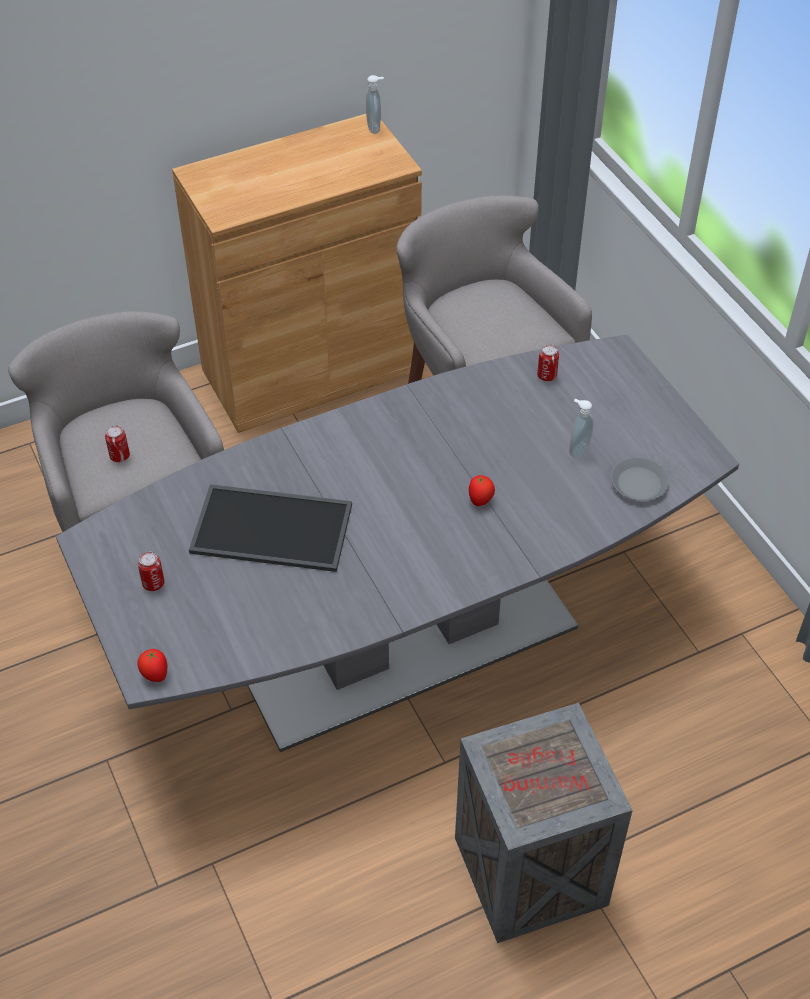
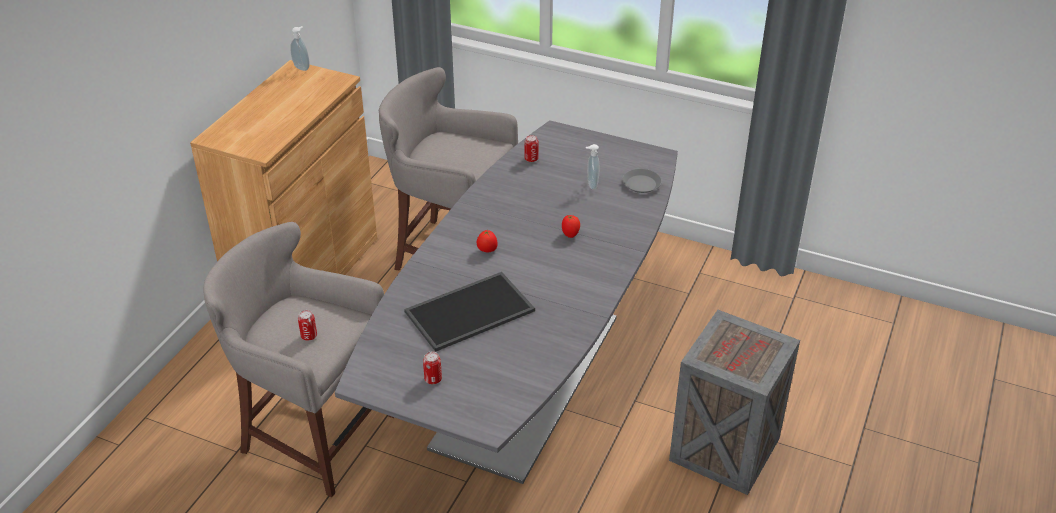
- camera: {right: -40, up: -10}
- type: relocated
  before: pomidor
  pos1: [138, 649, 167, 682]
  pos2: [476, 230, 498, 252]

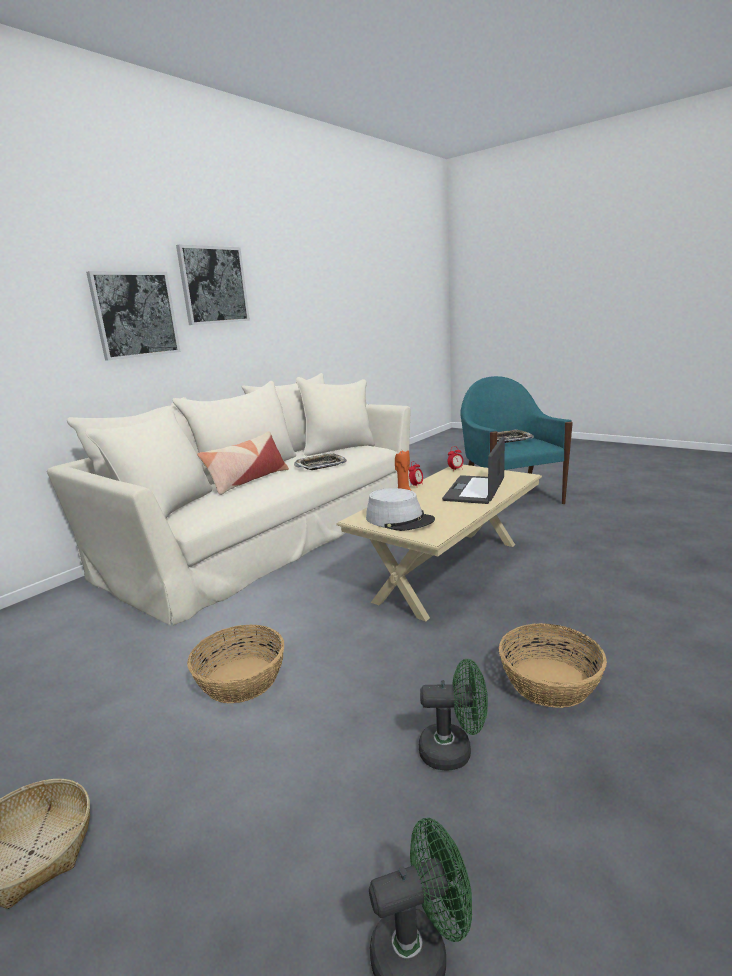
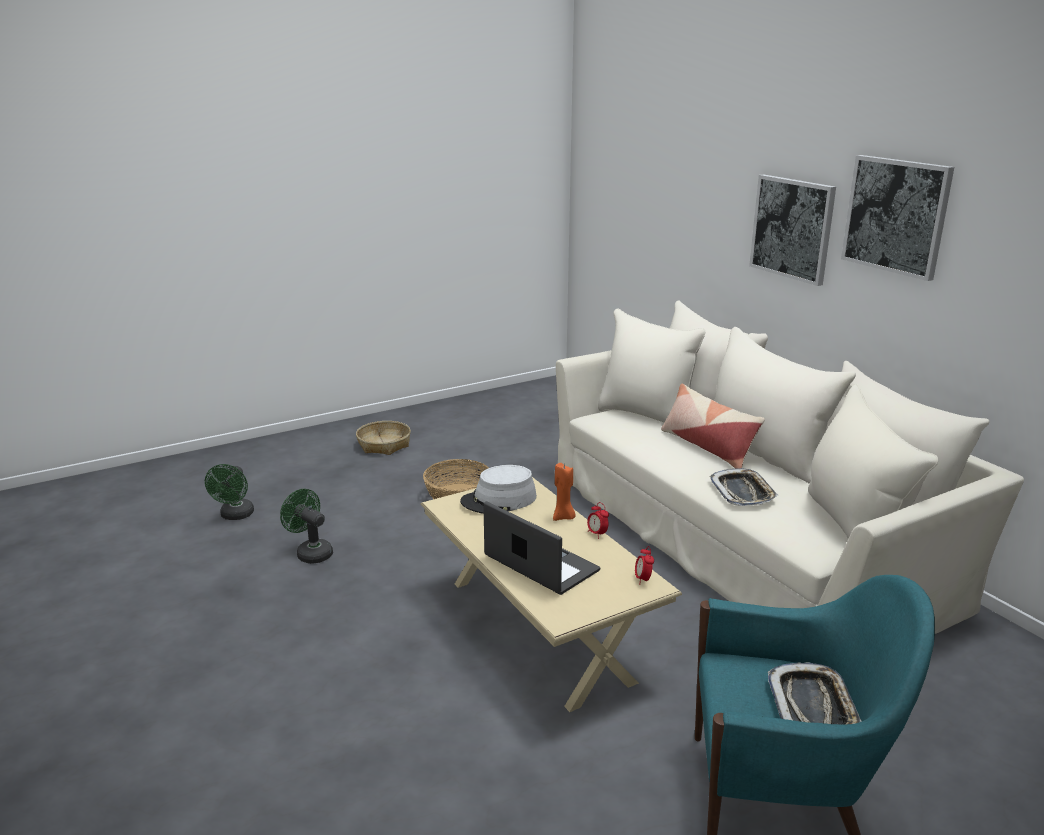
- camera: {right: 110, up: 5}
- type: missing
  before: koszyk
  pos1: [499, 623, 607, 708]
- type: spun
  before: wentylator [zielony]
  pos1: [419, 659, 488, 771]
  pos2: [280, 489, 333, 564]
  turn: 105

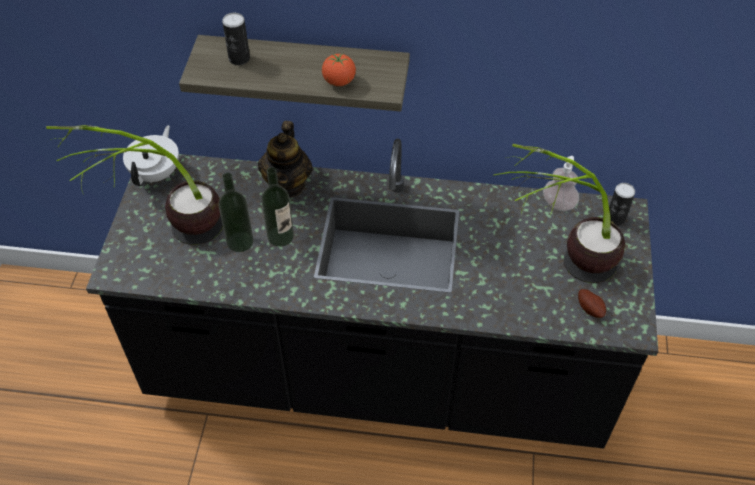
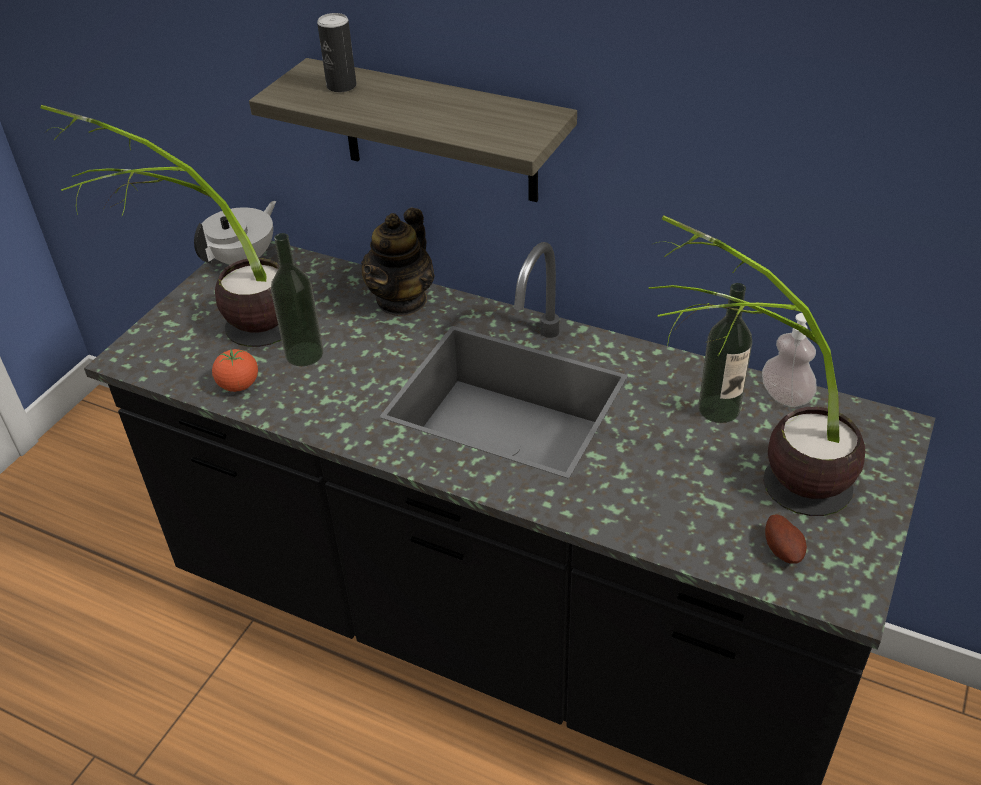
- camera: {right: 20, up: -10}
- type: relocated
  before: pomidor
  pos1: [322, 54, 356, 86]
  pos2: [212, 349, 258, 392]
- type: relocated
  before: butelka
  pos1: [261, 167, 294, 247]
  pos2: [698, 283, 752, 423]
- type: missing
  before: puszka
  pos1: [609, 183, 635, 226]

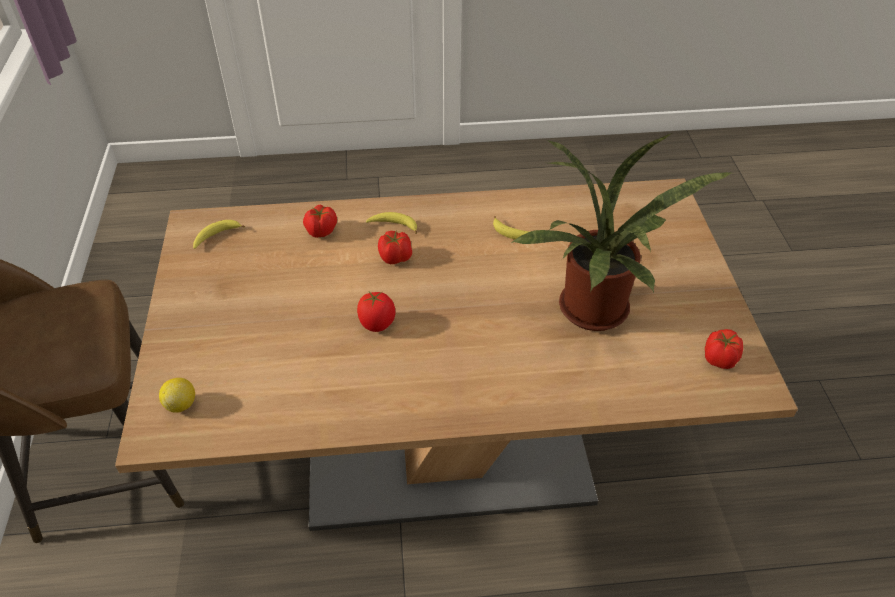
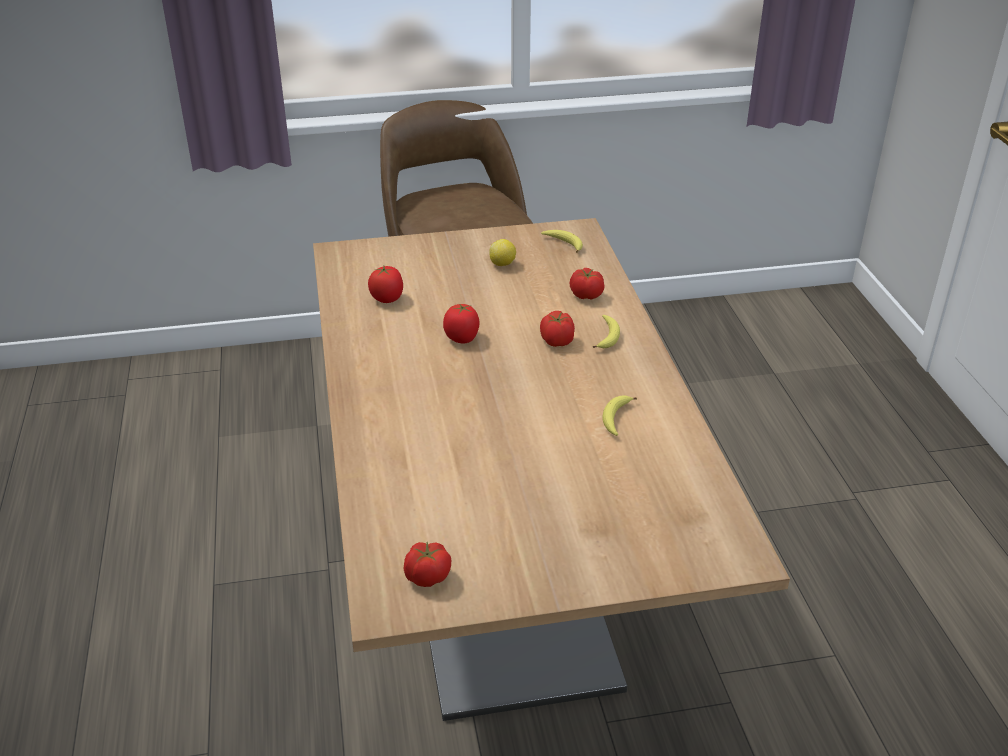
- camera: {right: 85, up: -10}
- type: missing
  before: roślina doniczkowa
  pos1: [511, 133, 731, 331]
- type: relocated
  before: cytryna
  pos1: [159, 378, 195, 413]
  pos2: [489, 239, 516, 266]
- type: appeared
  after: pomidor
  pos2: [368, 266, 403, 303]

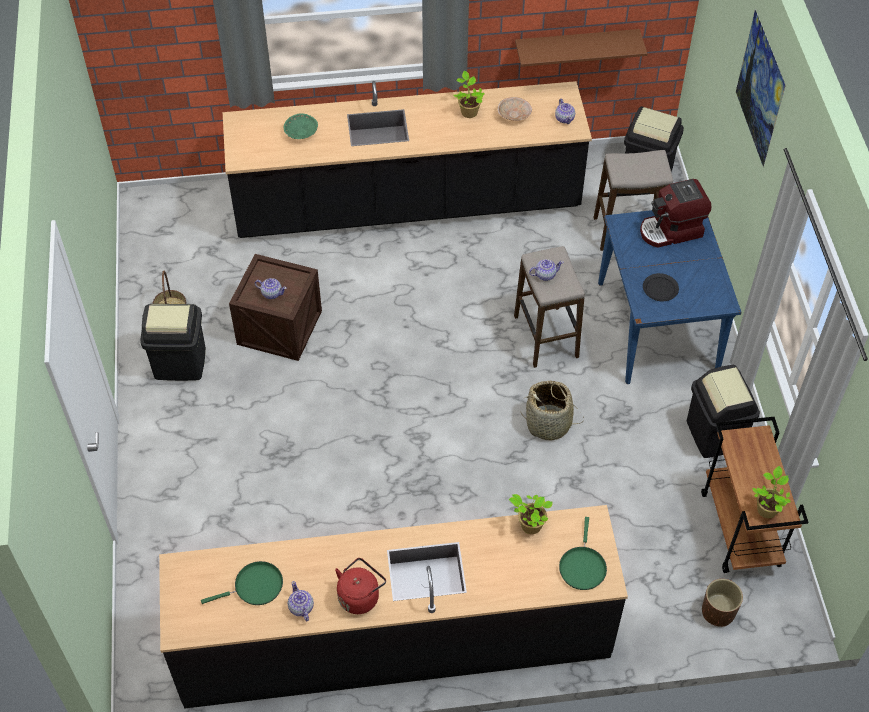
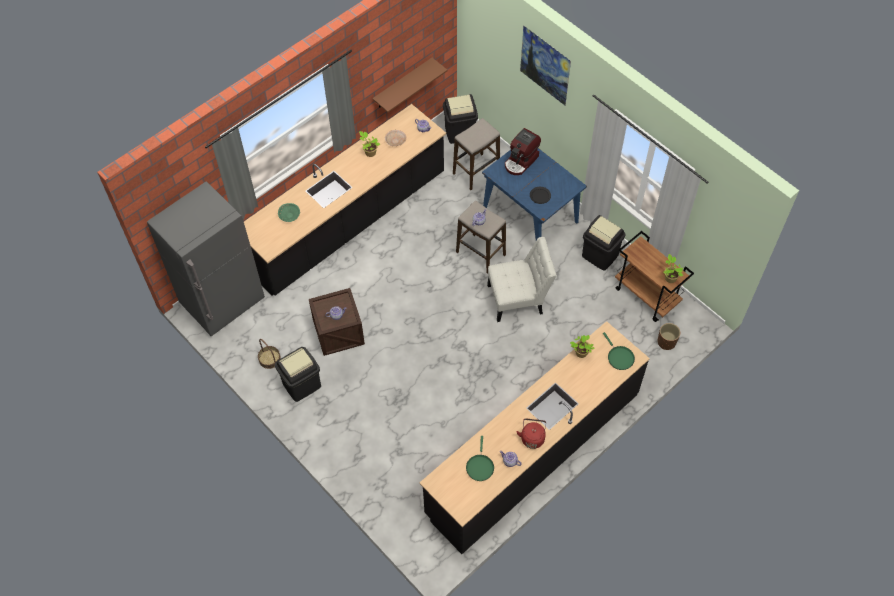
- camera: {right: -35, up: 5}
- type: exchanged
  before: koszyk
  after: krzesło [biały]
  pos1: [521, 381, 584, 441]
  pos2: [487, 237, 556, 322]
- type: spun
  before: patelnia [zielony]
  pos1: [201, 561, 283, 605]
  pos2: [466, 436, 494, 481]
  turn: 150
- type: appeared
  after: lodówka [szary]
  pos2: [147, 181, 265, 336]

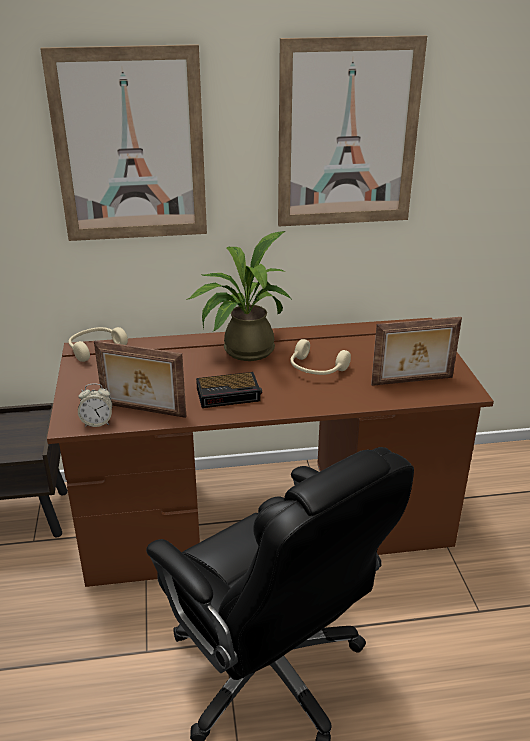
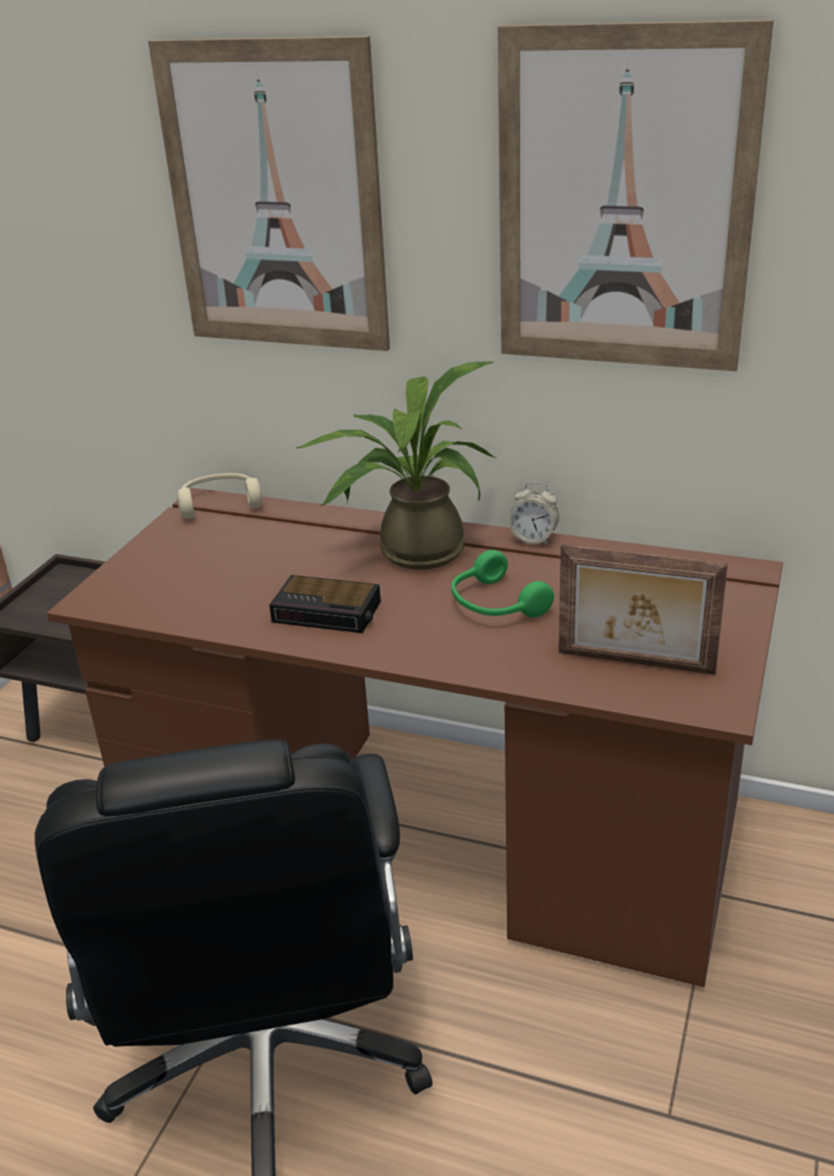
- camera: {right: 30, up: 0}
- type: colour
  before: słuchawki [beżowy]
  after: słuchawki [zielony]
  pos1: [291, 339, 351, 375]
  pos2: [451, 550, 554, 617]
- type: missing
  before: ramka na zdjęcie
  pos1: [94, 341, 186, 418]
- type: relocated
  before: budzik
  pos1: [78, 383, 112, 427]
  pos2: [509, 482, 559, 545]

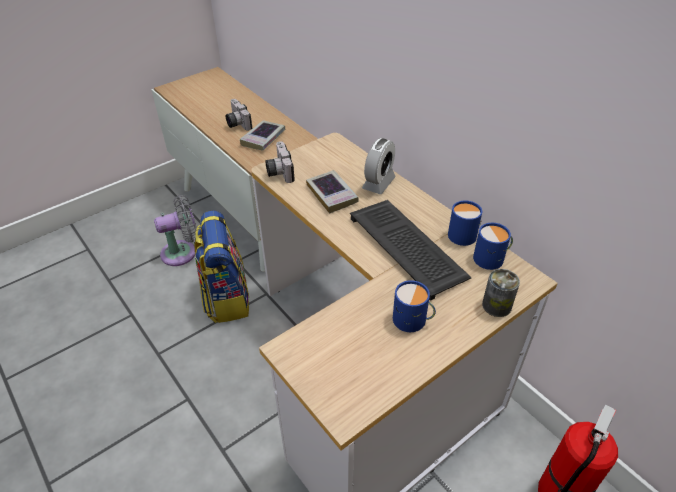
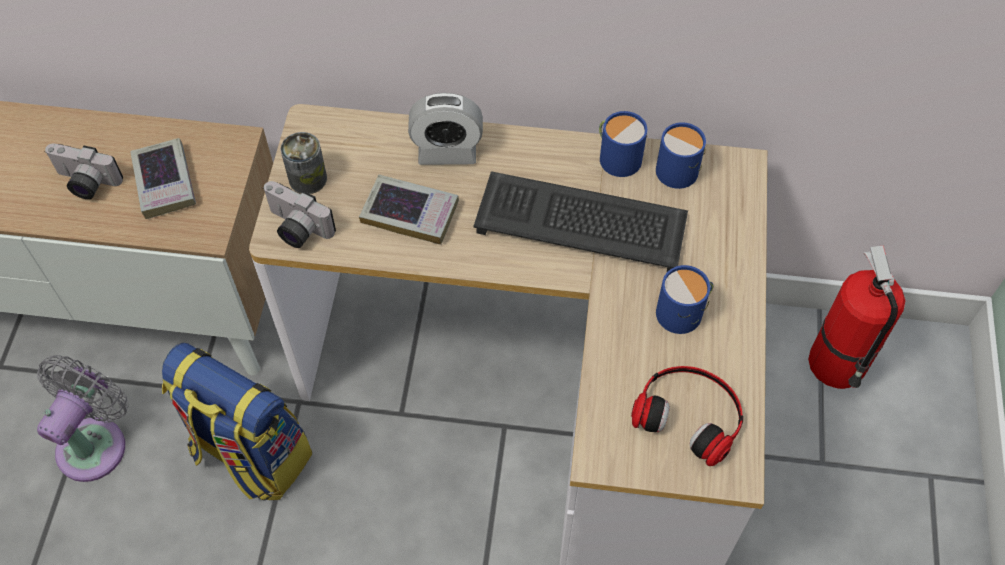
- camera: {right: -45, up: 15}
- type: spun
  before: budzik
  pos1: [362, 138, 396, 194]
  pos2: [408, 93, 483, 165]
  turn: 105
- type: relocated
  before: puszka
  pos1: [482, 269, 520, 317]
  pos2: [281, 132, 327, 194]
- type: appeared
  after: słuchawki
  pos2: [631, 366, 743, 466]

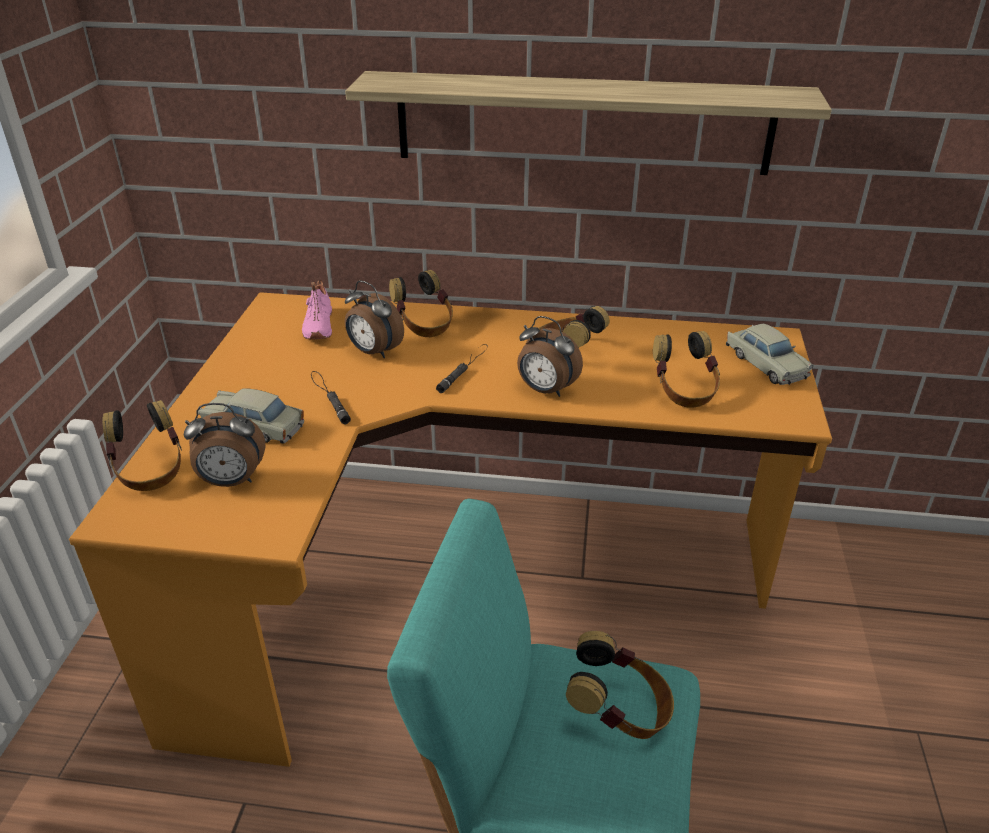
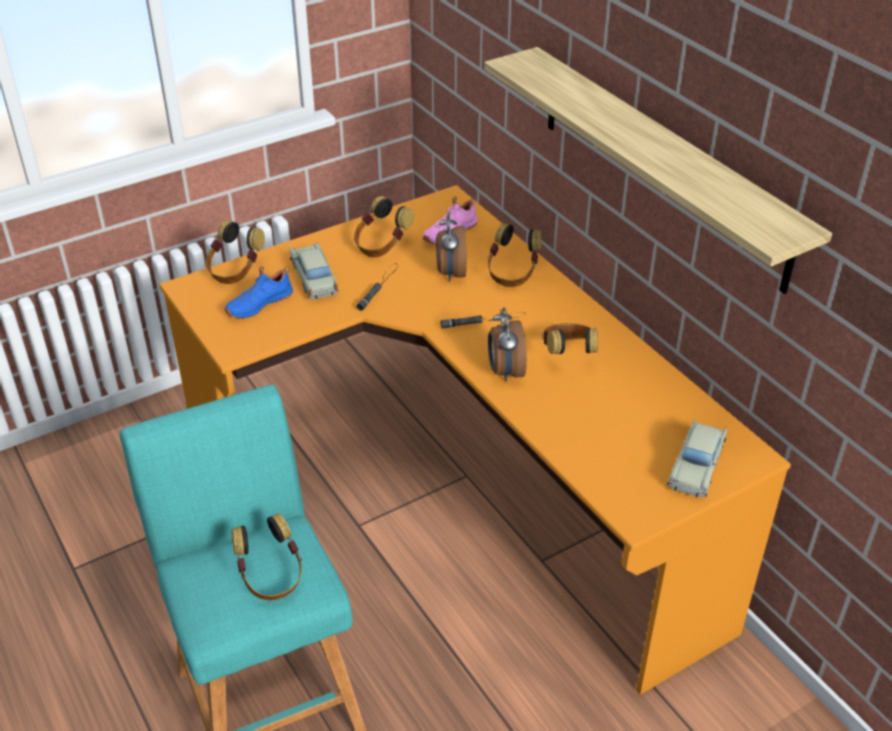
- camera: {right: 50, up: 5}
- type: relocated
  before: słuchawki
  pos1: [653, 331, 720, 408]
  pos2: [354, 196, 414, 257]
- type: exchanged
  before: budzik
  after: but [niebieski]
  pos1: [184, 403, 265, 487]
  pos2: [224, 266, 293, 319]

